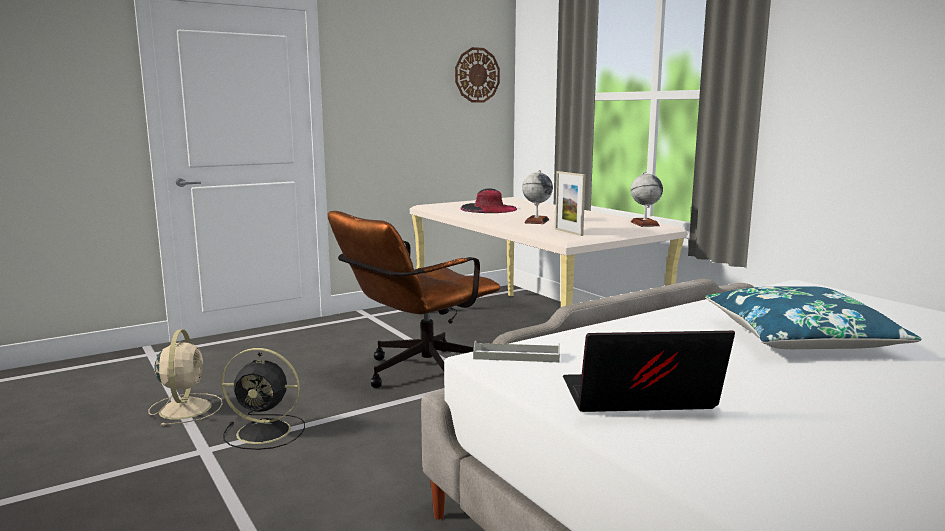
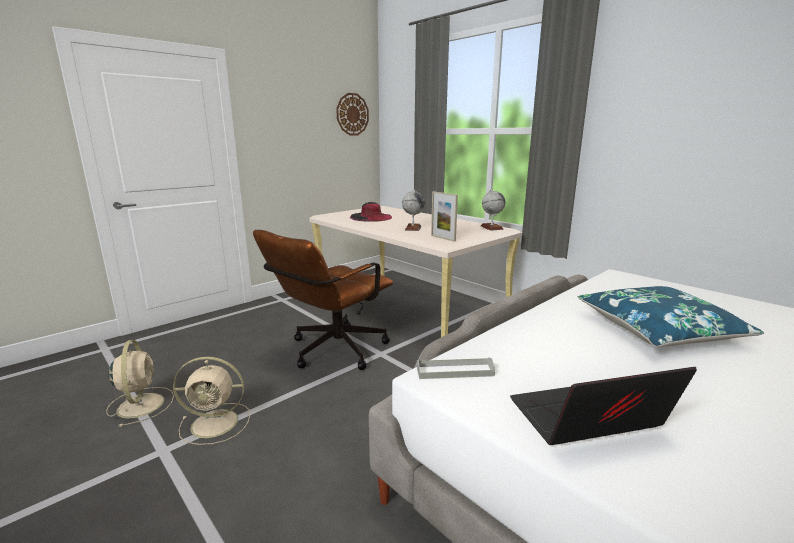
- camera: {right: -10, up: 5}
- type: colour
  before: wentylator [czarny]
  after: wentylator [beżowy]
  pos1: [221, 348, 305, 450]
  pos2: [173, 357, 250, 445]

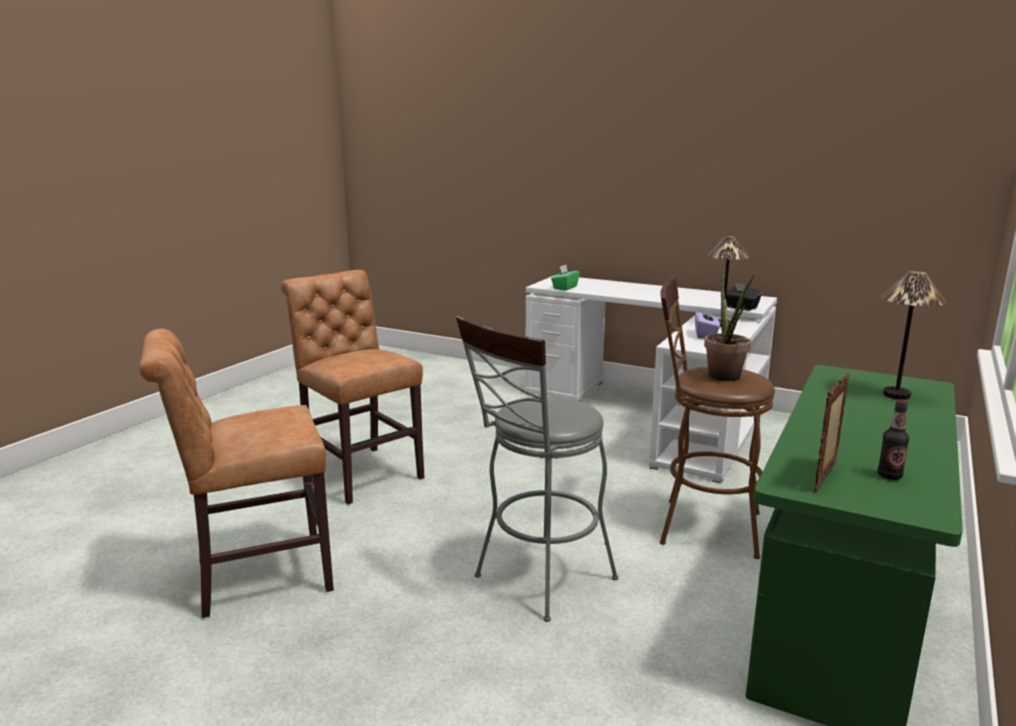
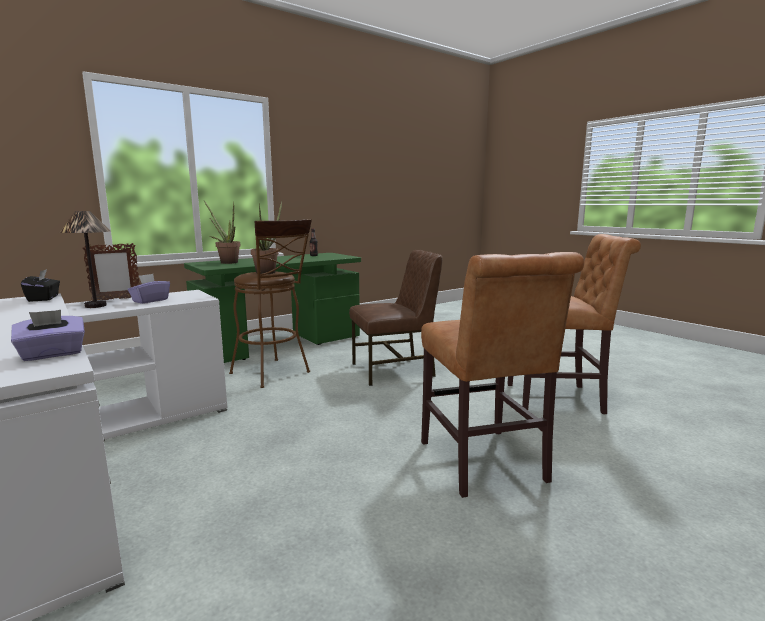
- camera: {right: -155, up: -5}
- type: colour
  before: pudełko chusteczek [zielony]
  after: pudełko chusteczek [fioletowy]
  pos1: [551, 265, 580, 291]
  pos2: [11, 310, 85, 361]
- type: exchanged
  before: lampa stołowa
  after: roślina doniczkowa
  pos1: [880, 271, 946, 400]
  pos2: [204, 201, 241, 264]
- type: exchanged
  before: stołek [szary]
  after: krzesło [brązowy]
  pos1: [456, 316, 618, 622]
  pos2: [349, 250, 443, 386]
- type: relocated
  before: ramka na zdjęcie
  pos1: [814, 372, 849, 492]
  pos2: [82, 243, 140, 300]

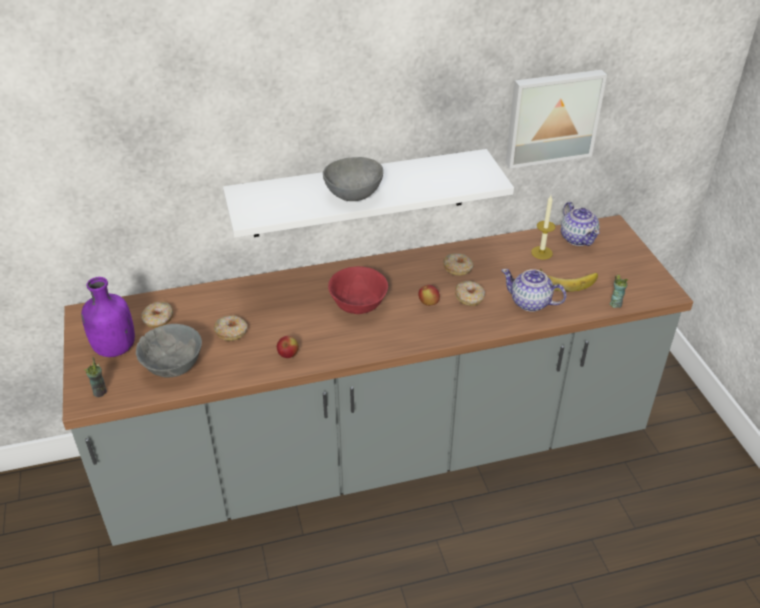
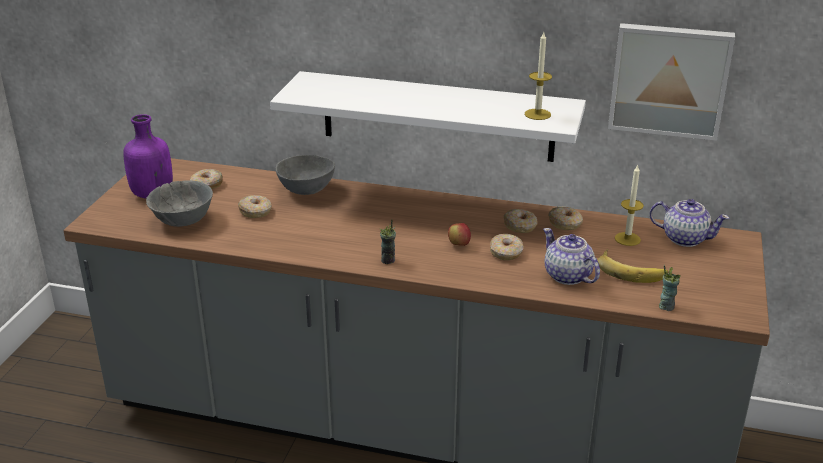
- camera: {right: 30, up: -10}
- type: relocated
  before: miska [szary]
  pos1: [323, 157, 383, 201]
  pos2: [276, 155, 335, 195]
- type: spun
  before: imbryk
  pos1: [561, 202, 600, 246]
  pos2: [650, 199, 729, 247]
  turn: -75
- type: missing
  before: miska [czerwony]
  pos1: [328, 266, 388, 314]
- type: missing
  before: jabłko
  pos1: [277, 336, 299, 358]
- type: relocated
  before: filiżanka
  pos1: [84, 357, 107, 397]
  pos2: [380, 219, 396, 264]
- type: appeared
  after: świeca
  pos2: [525, 32, 552, 120]
- type: appeared
  after: donut
  pos2: [548, 207, 583, 230]

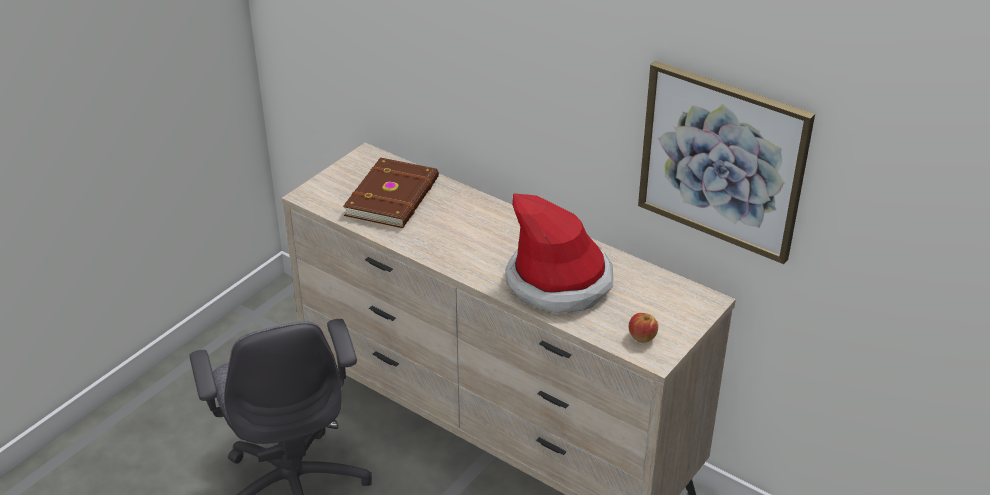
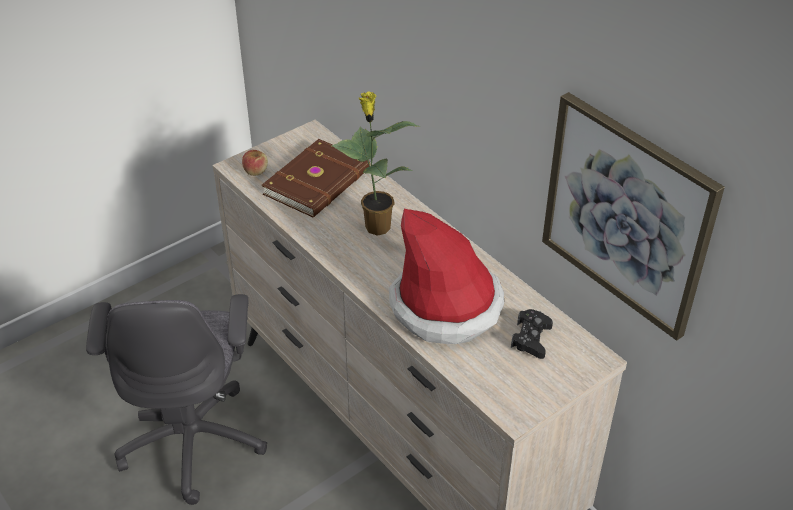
- camera: {right: 15, up: 5}
- type: relocated
  before: jabłko
  pos1: [629, 313, 658, 343]
  pos2: [242, 150, 268, 176]
- type: appeared
  after: roślina doniczkowa
  pos2: [332, 91, 421, 236]
- type: appeared
  after: pad do gier [czarny]
  pos2: [511, 309, 553, 359]

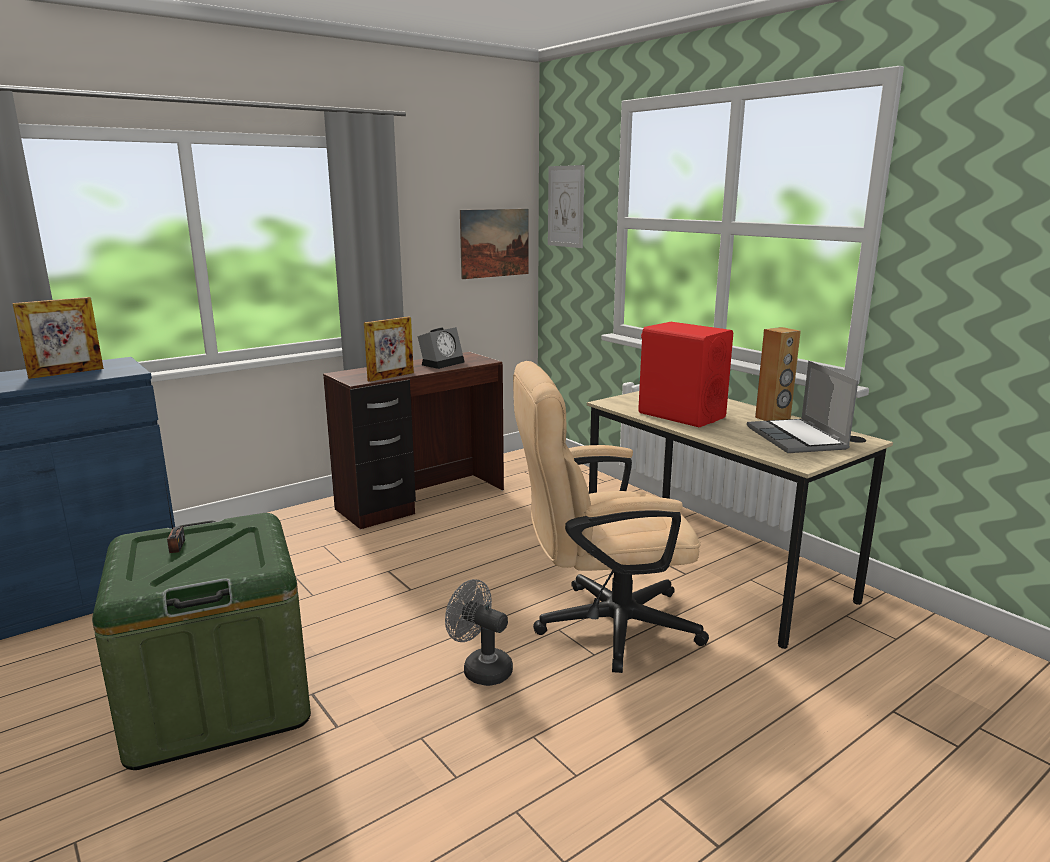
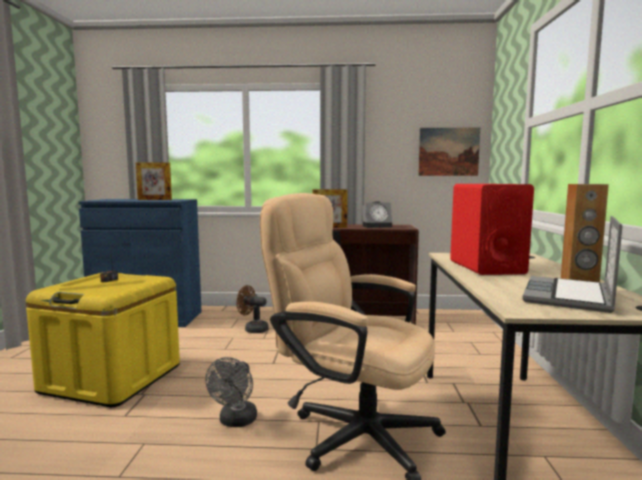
- camera: {right: 40, up: -10}
- type: missing
  before: obraz
  pos1: [548, 165, 585, 248]
- type: colour
  before: pojemnik do przechowywania [zielony]
  after: pojemnik do przechowywania [żółty]
  pos1: [92, 513, 311, 770]
  pos2: [26, 272, 180, 407]
- type: spun
  before: wentylator [szary]
  pos1: [445, 579, 513, 686]
  pos2: [205, 357, 257, 427]
  turn: -150
- type: appeared
  after: wentylator [brązowy]
  pos2: [236, 285, 269, 333]

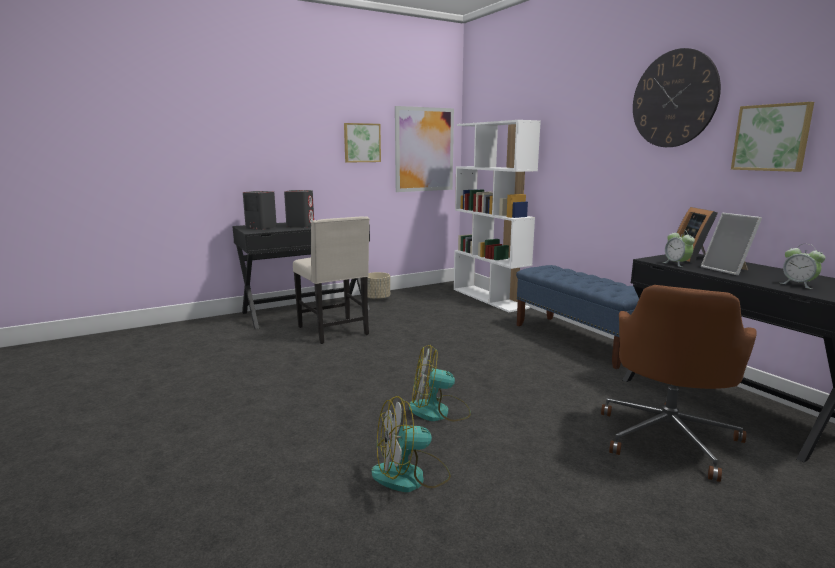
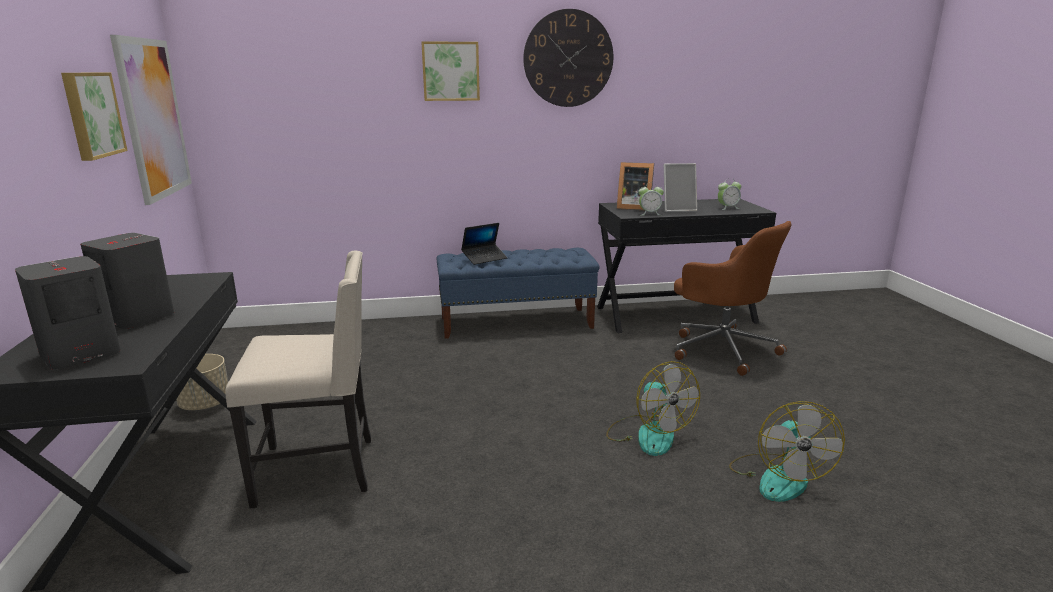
- camera: {right: -70, up: 5}
- type: relocated
  before: obraz
  pos1: [731, 102, 814, 172]
  pos2: [421, 41, 480, 101]
- type: missing
  before: regał [biały]
  pos1: [454, 120, 541, 312]
- type: spun
  before: wentylator
  pos1: [409, 345, 471, 421]
  pos2: [606, 361, 700, 456]
  turn: -45
- type: appeared
  after: laptop
  pos2: [461, 223, 507, 265]

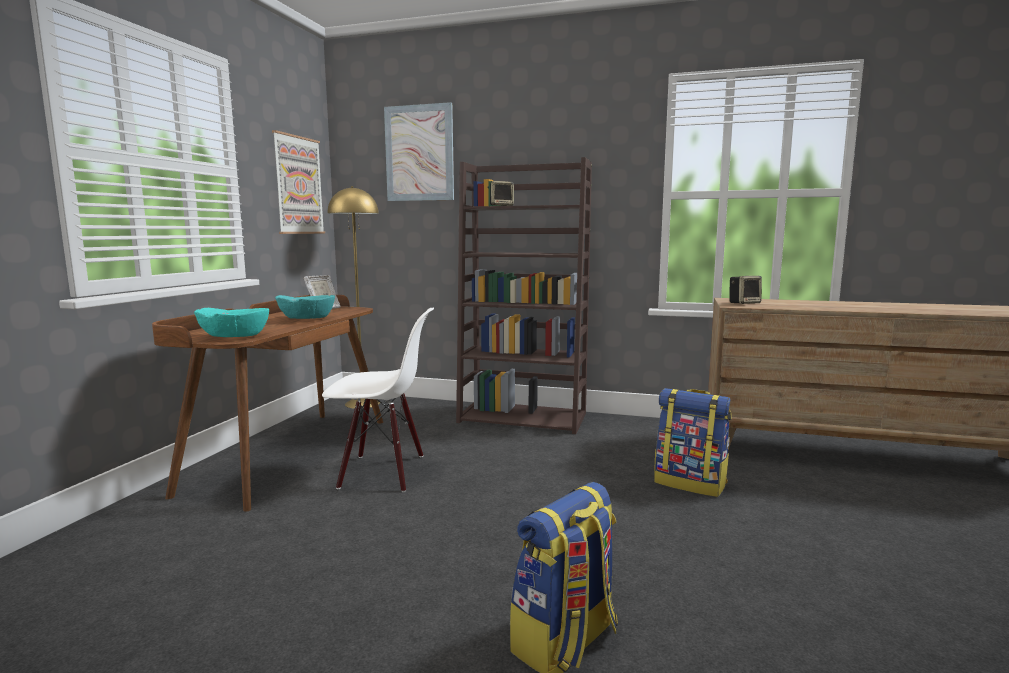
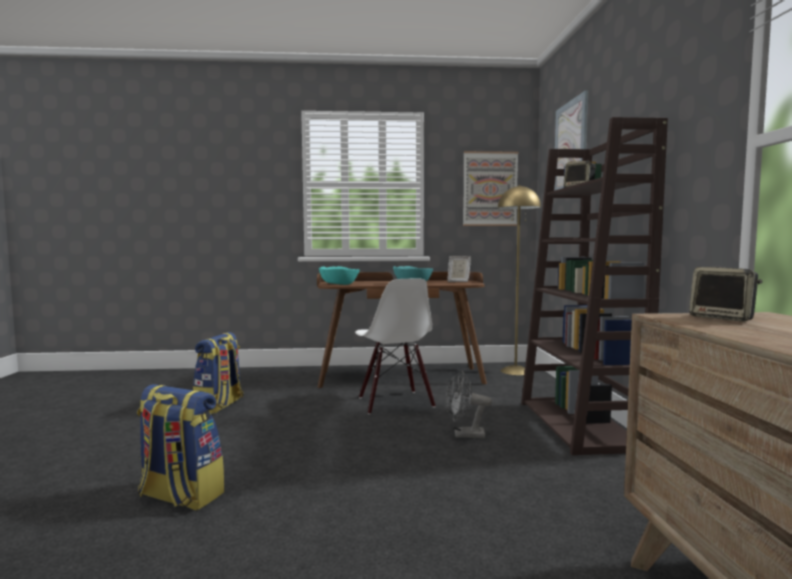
- camera: {right: 70, up: -5}
- type: relocated
  before: plecak
  pos1: [654, 388, 732, 497]
  pos2: [193, 332, 244, 414]
- type: appeared
  after: wentylator [szary]
  pos2: [445, 371, 492, 438]

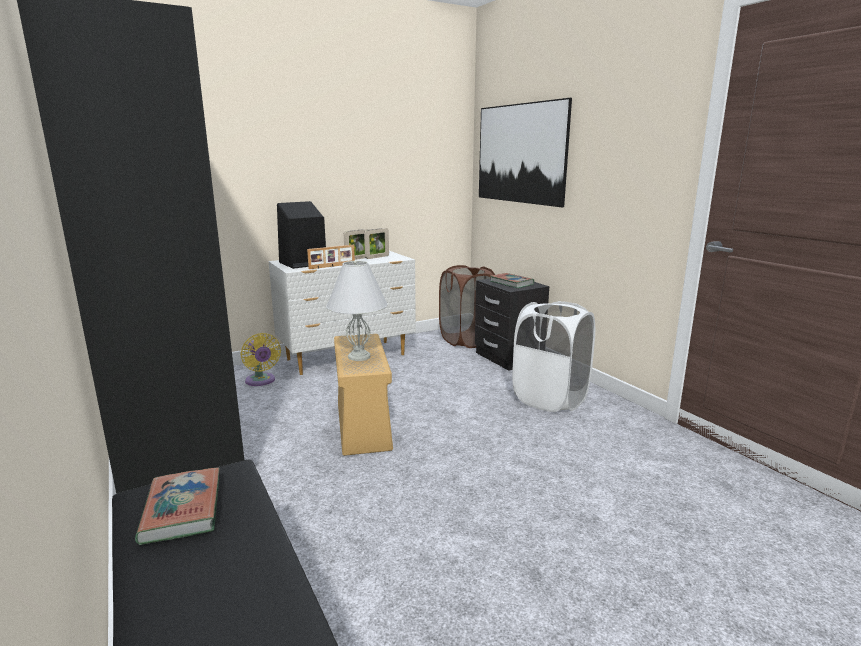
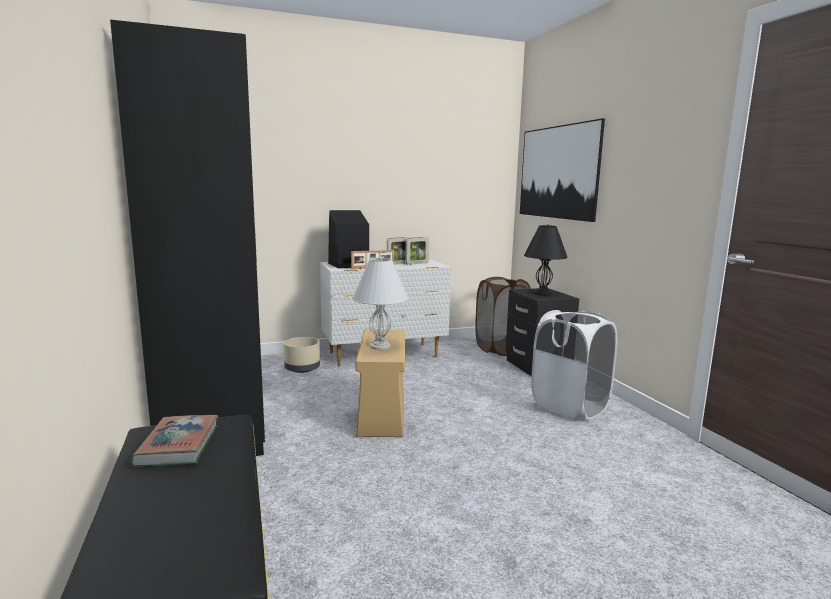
- camera: {right: 10, up: -5}
- type: exchanged
  before: książka
  after: lampa stołowa [czarny]
  pos1: [490, 273, 534, 288]
  pos2: [524, 224, 568, 296]
- type: exchanged
  before: wentylator [żółty]
  after: donica [beżowy]
  pos1: [240, 333, 281, 386]
  pos2: [284, 337, 320, 373]

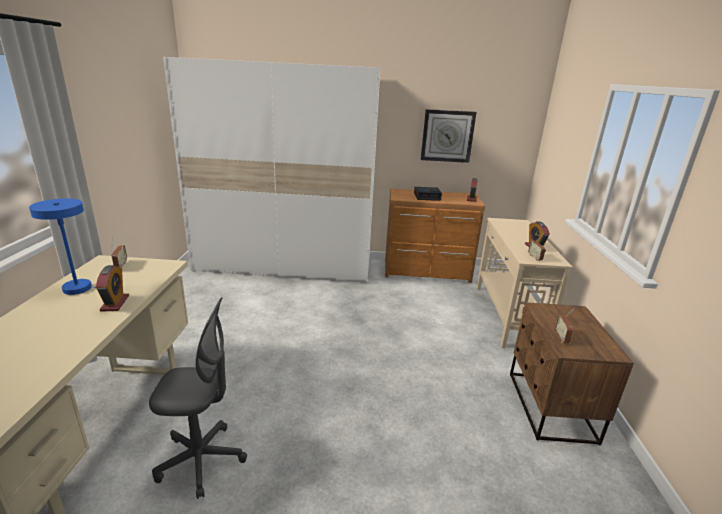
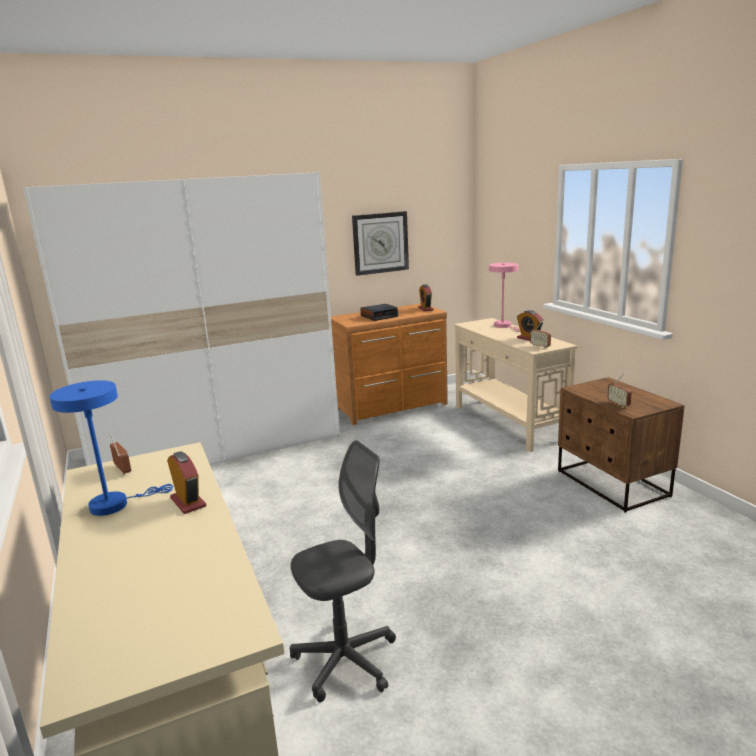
- camera: {right: -25, up: -5}
- type: appeared
  after: lampa stołowa [różowy]
  pos2: [489, 263, 520, 332]

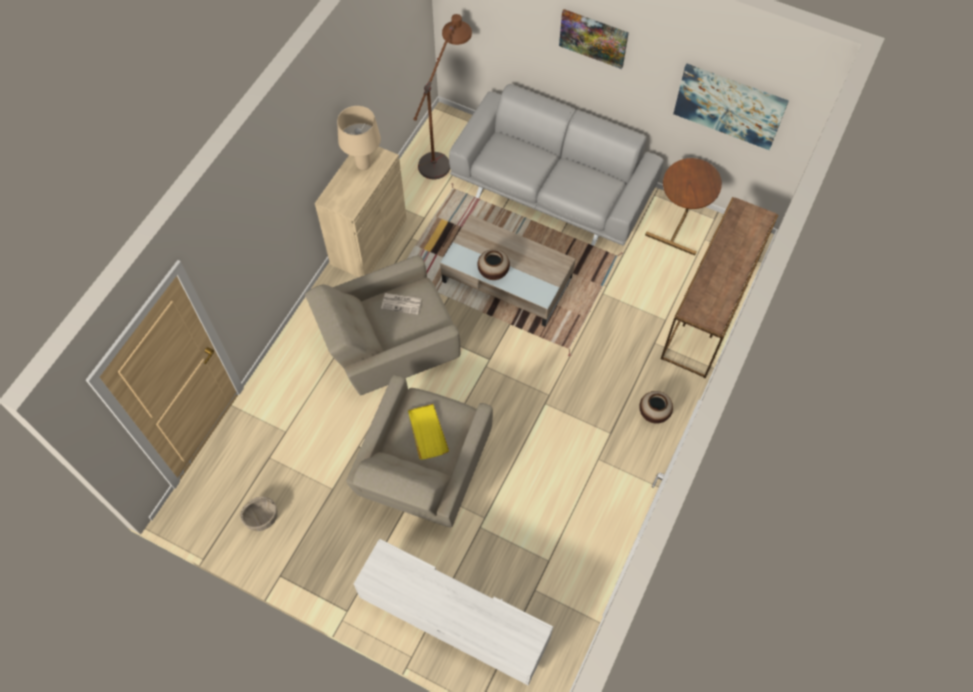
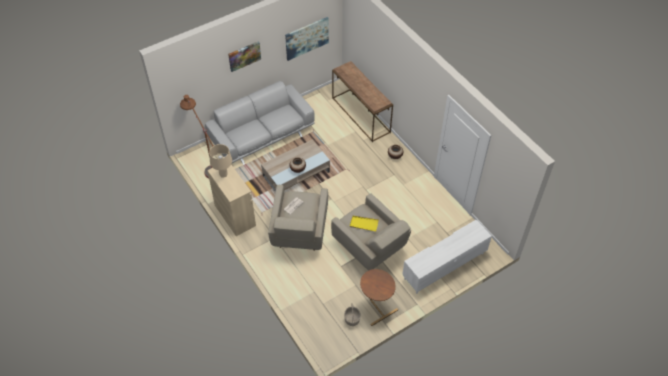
- camera: {right: -60, up: -10}
- type: relocated
  before: stolik [brązowy]
  pos1: [645, 158, 722, 256]
  pos2: [360, 269, 398, 326]

